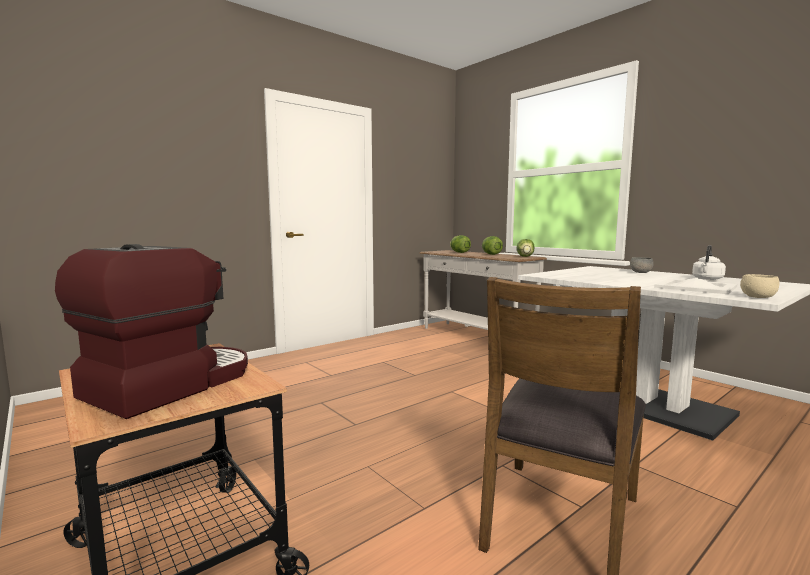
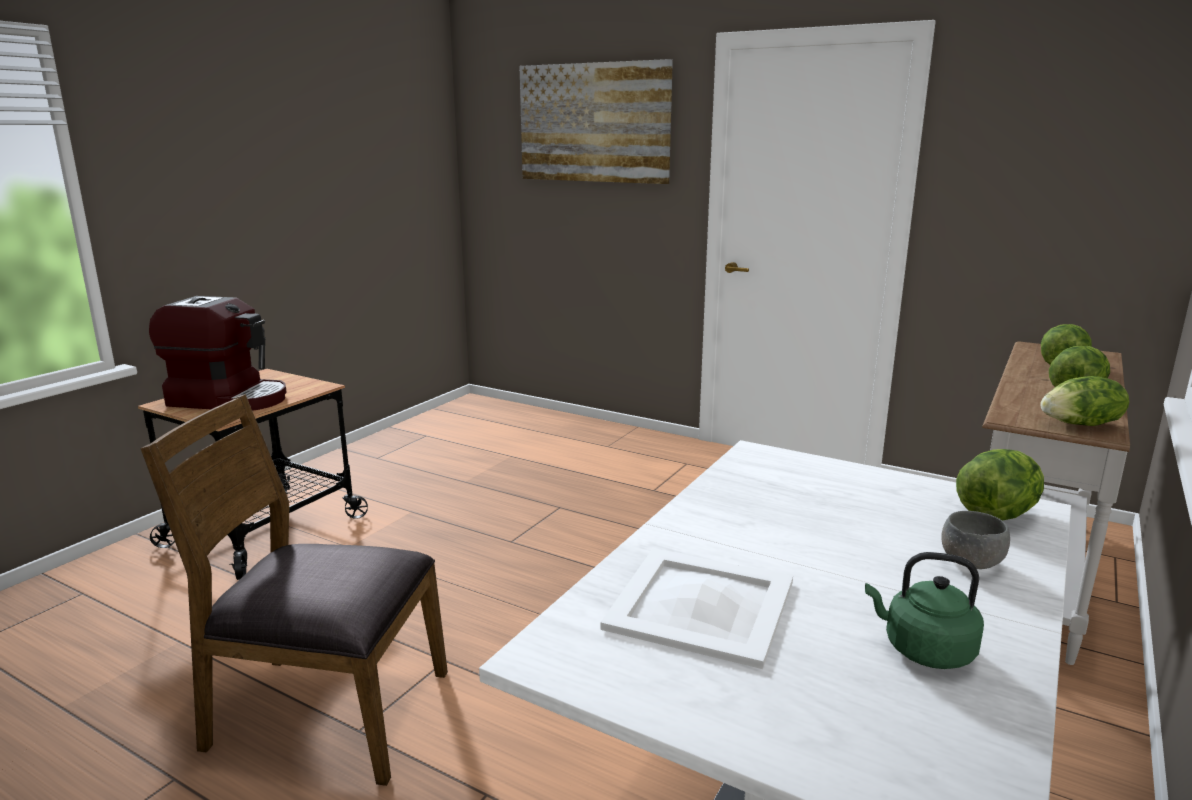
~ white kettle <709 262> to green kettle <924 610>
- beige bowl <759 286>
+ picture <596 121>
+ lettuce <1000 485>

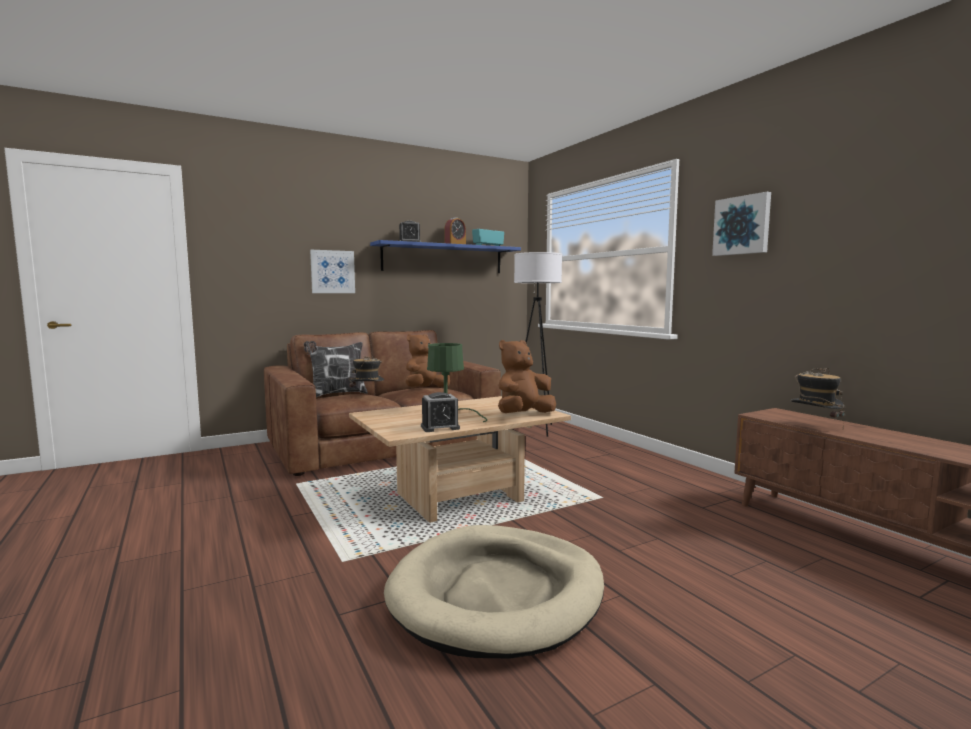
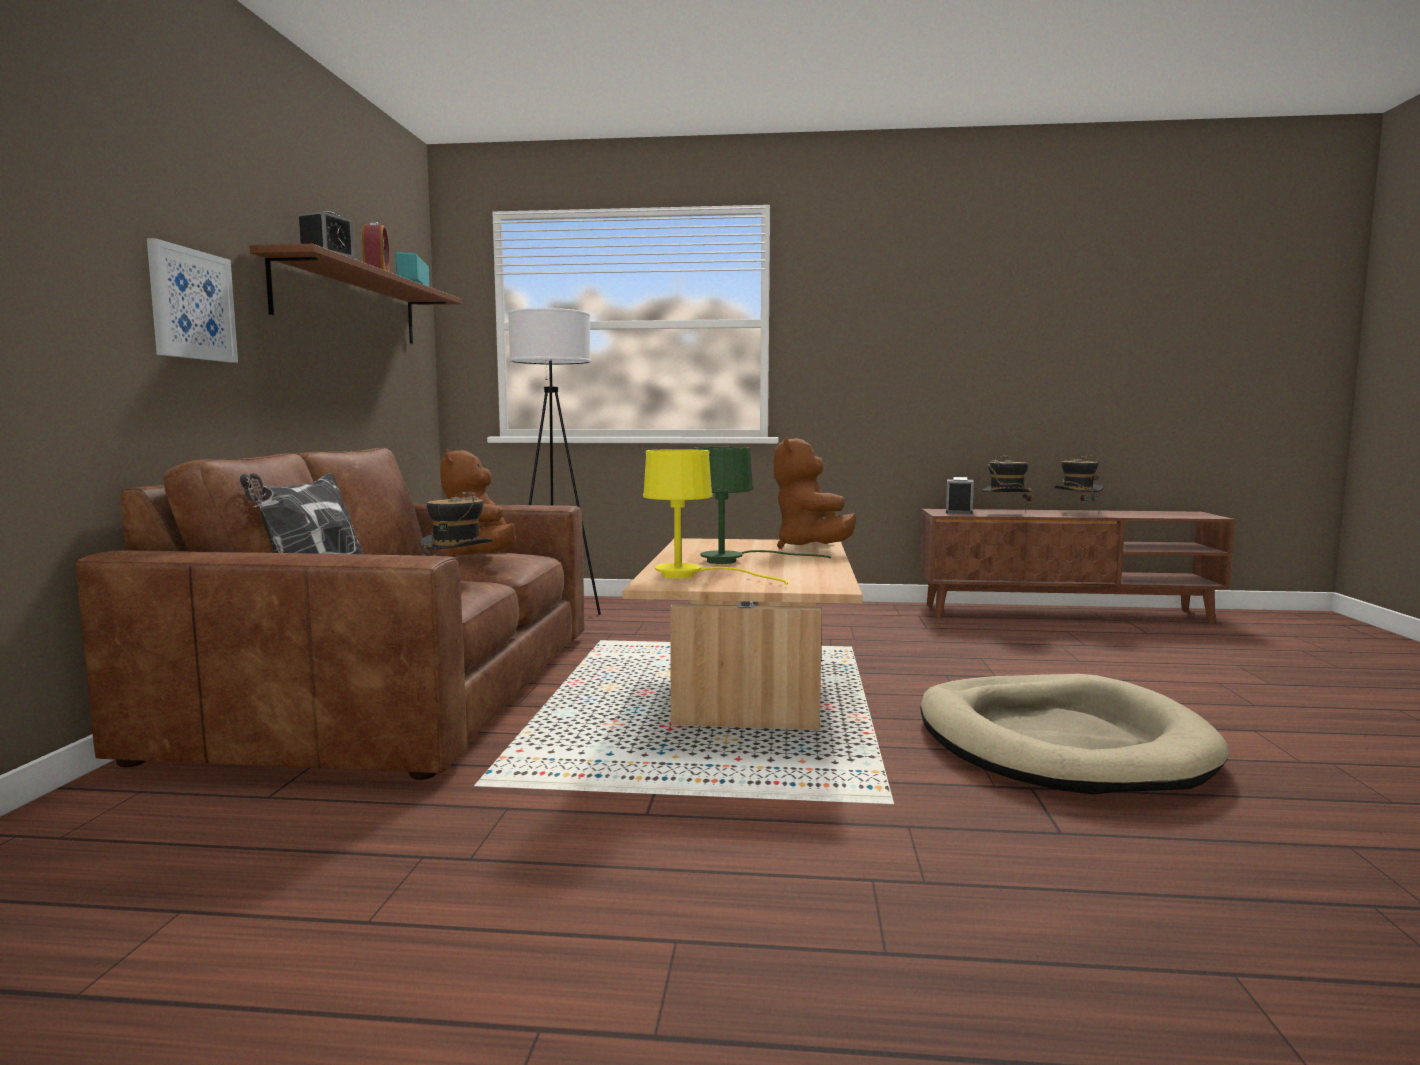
- picture <741 224>
~ blue shelf <445 256> to brown shelf <356 294>
~ alarm clock <440 412> to <960 495>
+ yellow table lamp <715 517>
+ hat <1078 485>

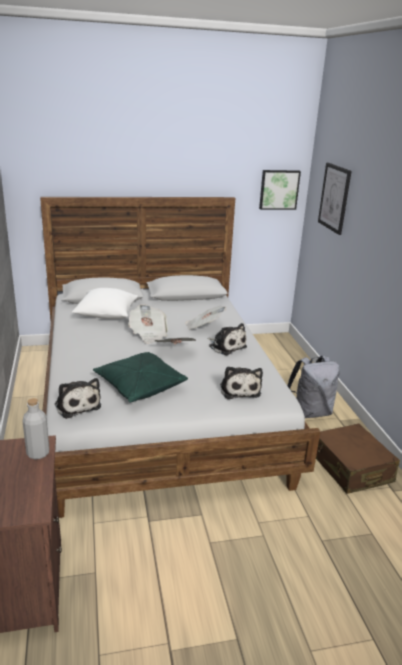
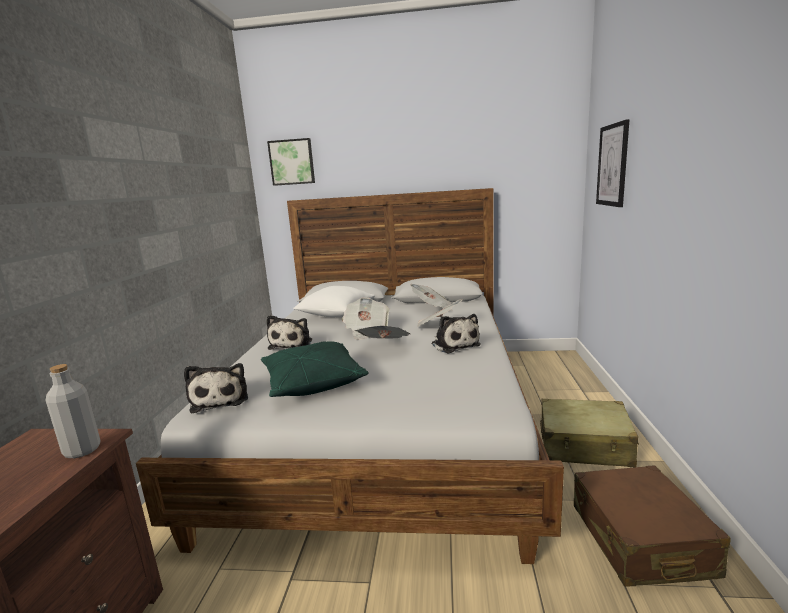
~ picture <280 190> to <291 162>
~ grey backpack <313 386> to beige suitcase <589 433>
~ plush toy <241 383> to <289 332>
+ newspaper <431 297>

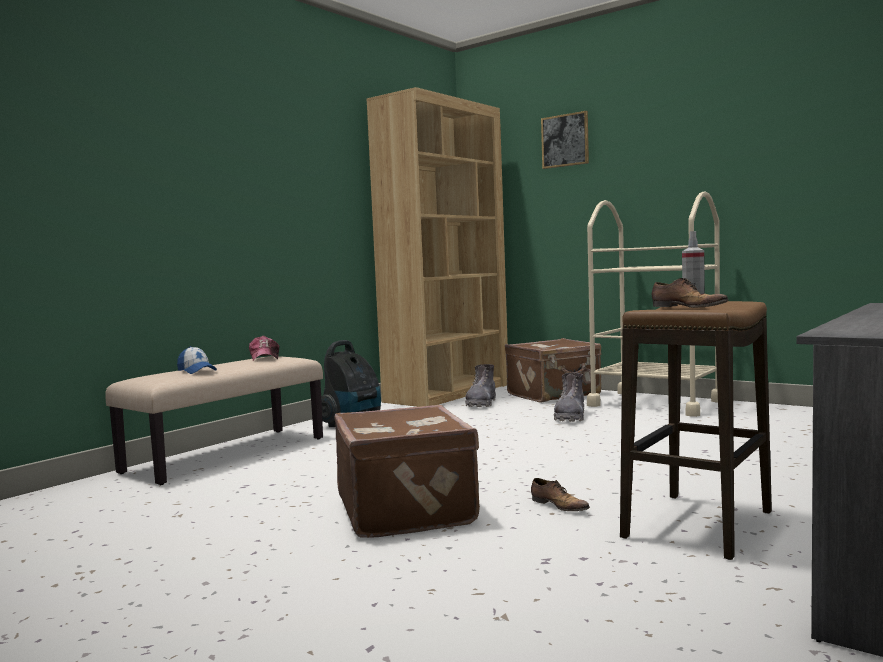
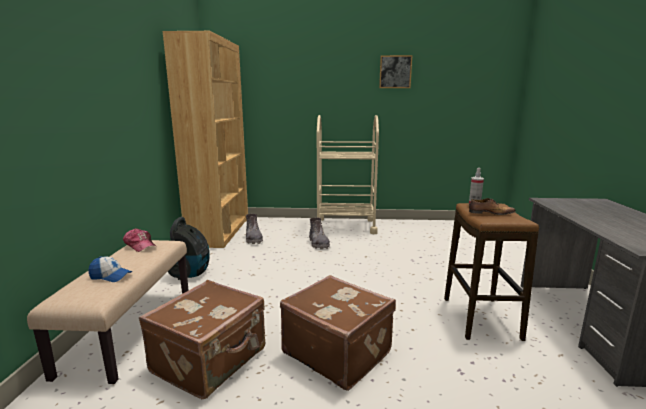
~ picture <565 140> to <395 71>
~ brown suitcase <553 370> to <202 339>
- shoe <560 494>

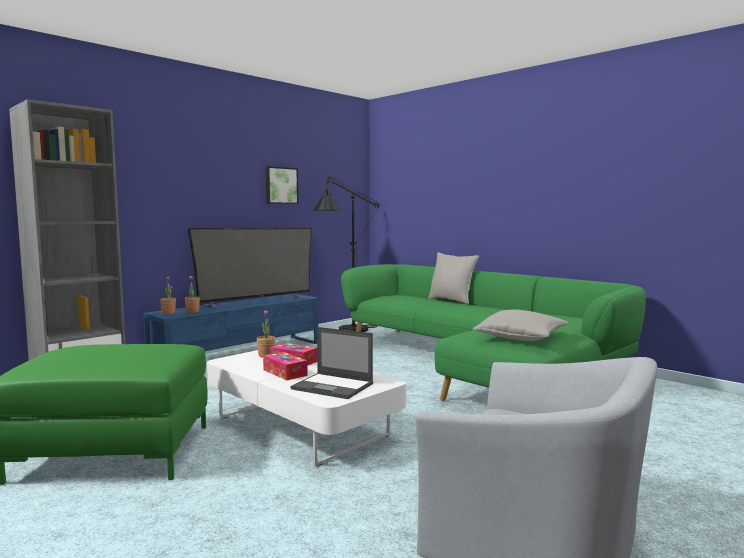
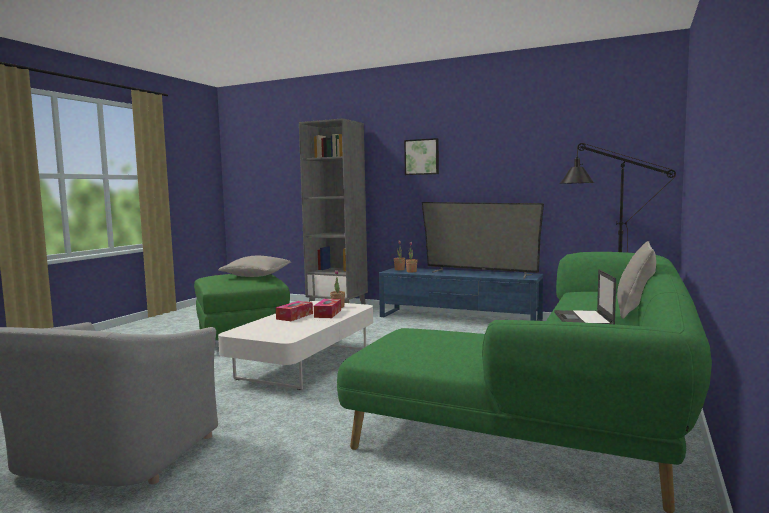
~ picture <282 185> to <421 156>
~ grey pillow <521 325> to <254 266>
~ laptop <332 363> to <585 296>

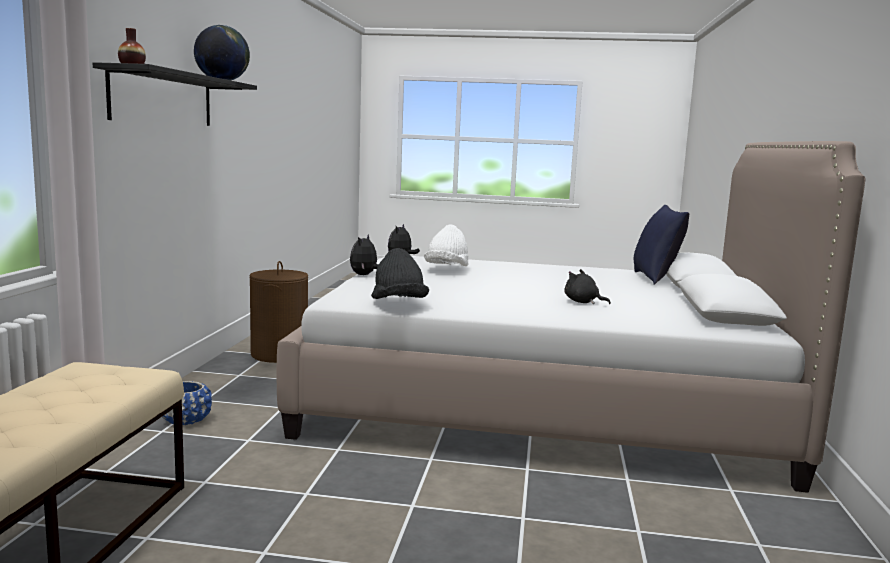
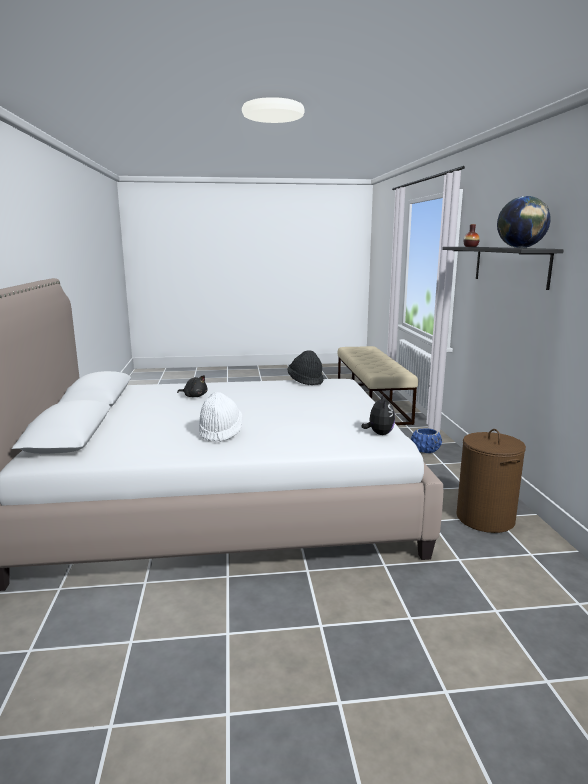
- blue pillow <661 245>
~ white hat <446 245> to <220 417>
- plush toy <364 255>

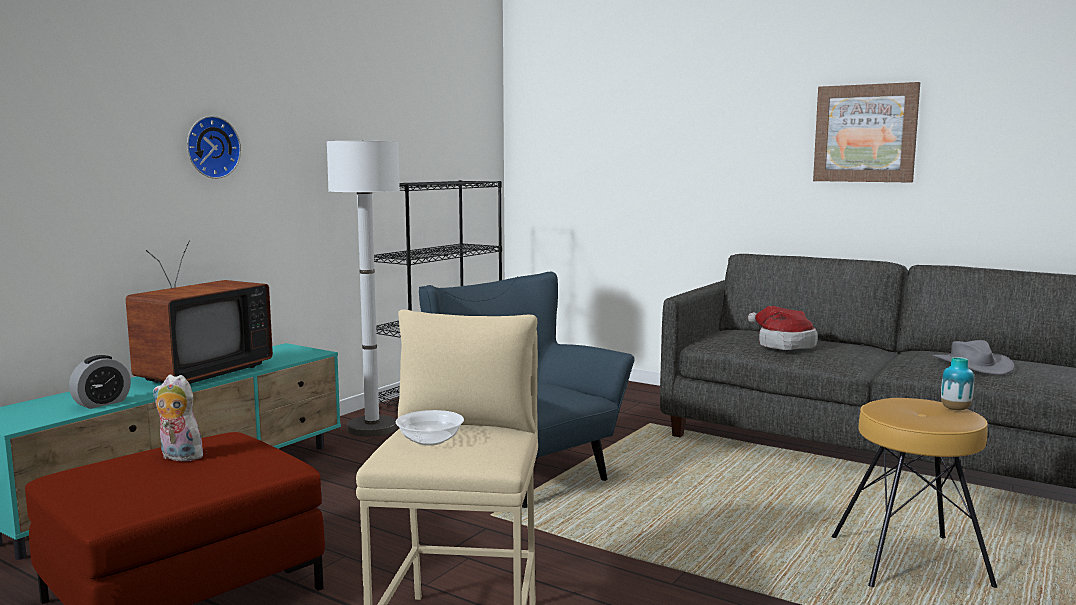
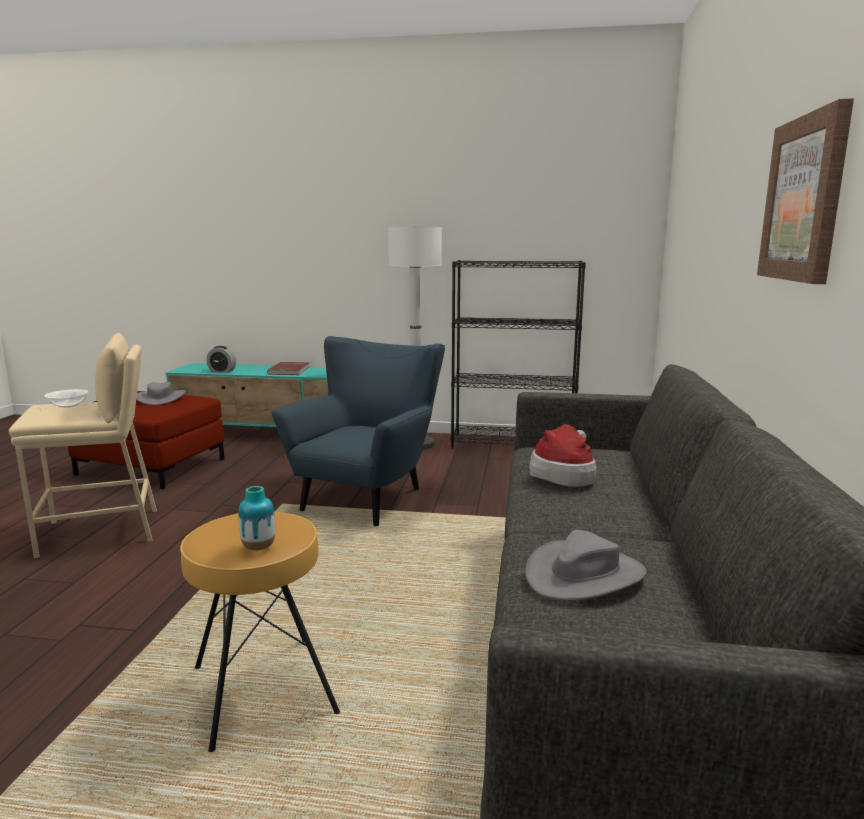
- wall clock <214 147>
~ television <199 312> to red book <288 368>
~ plush toy <179 418> to grey hat <161 393>

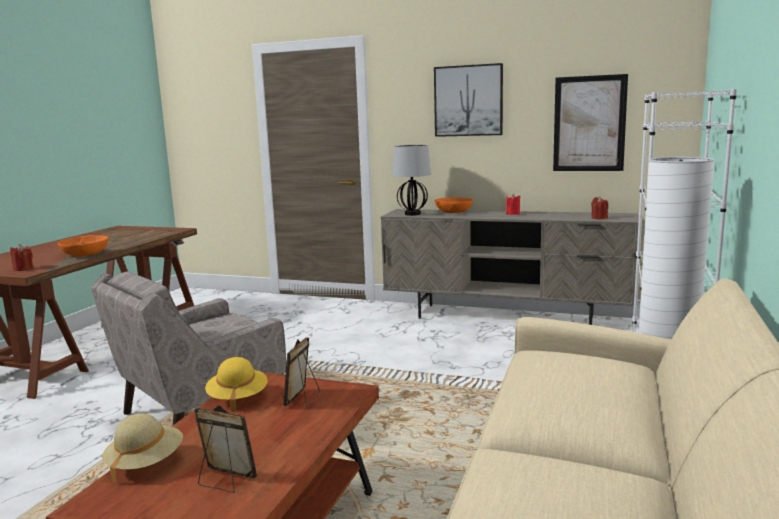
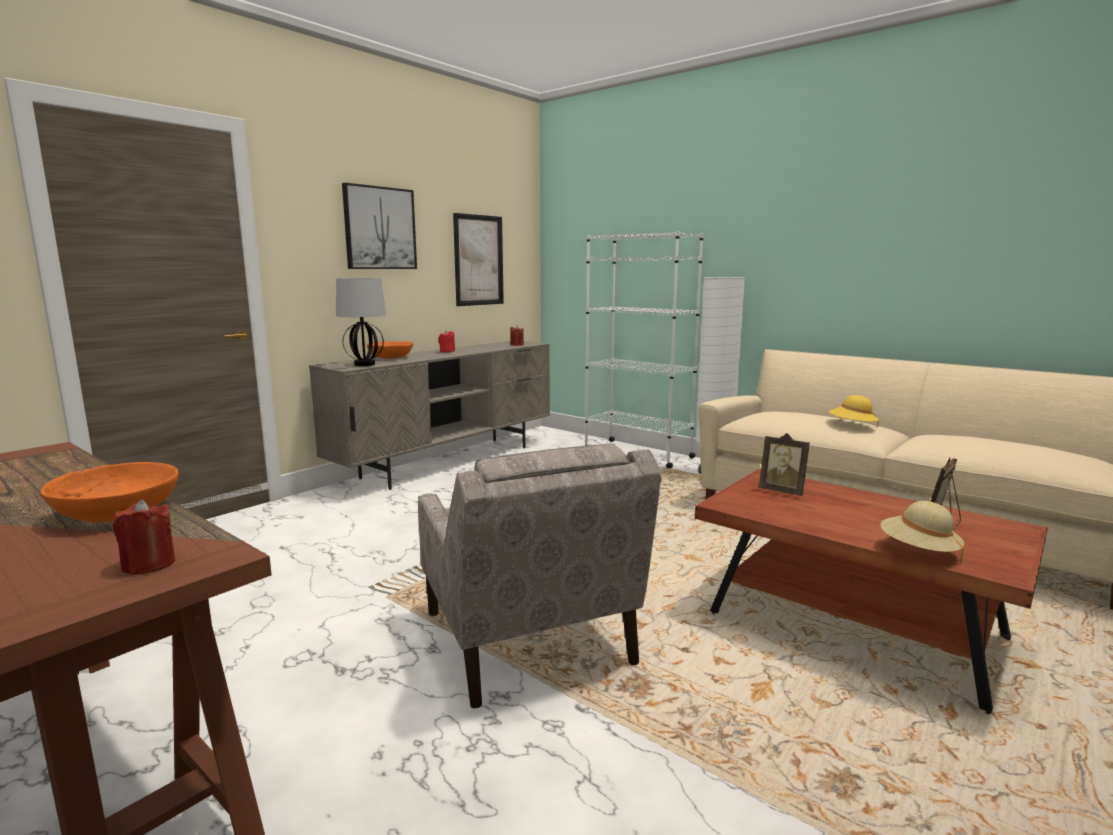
~ yellow hat <236 384> to <854 411>

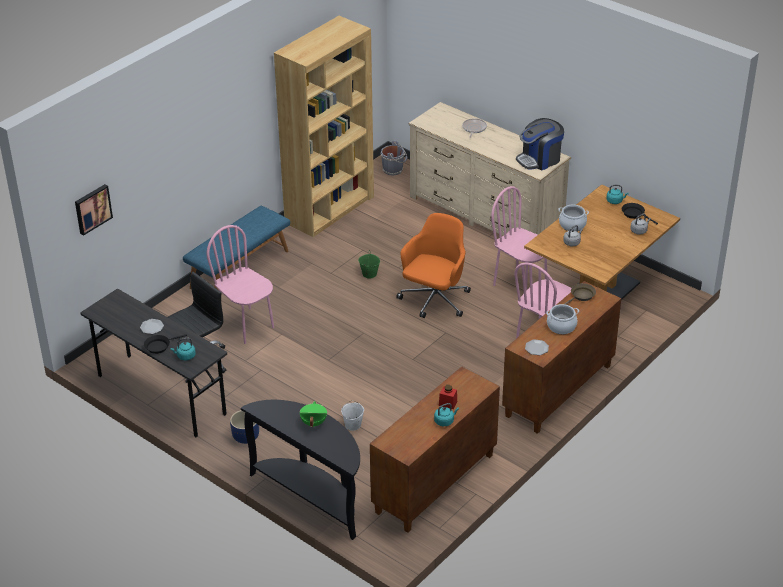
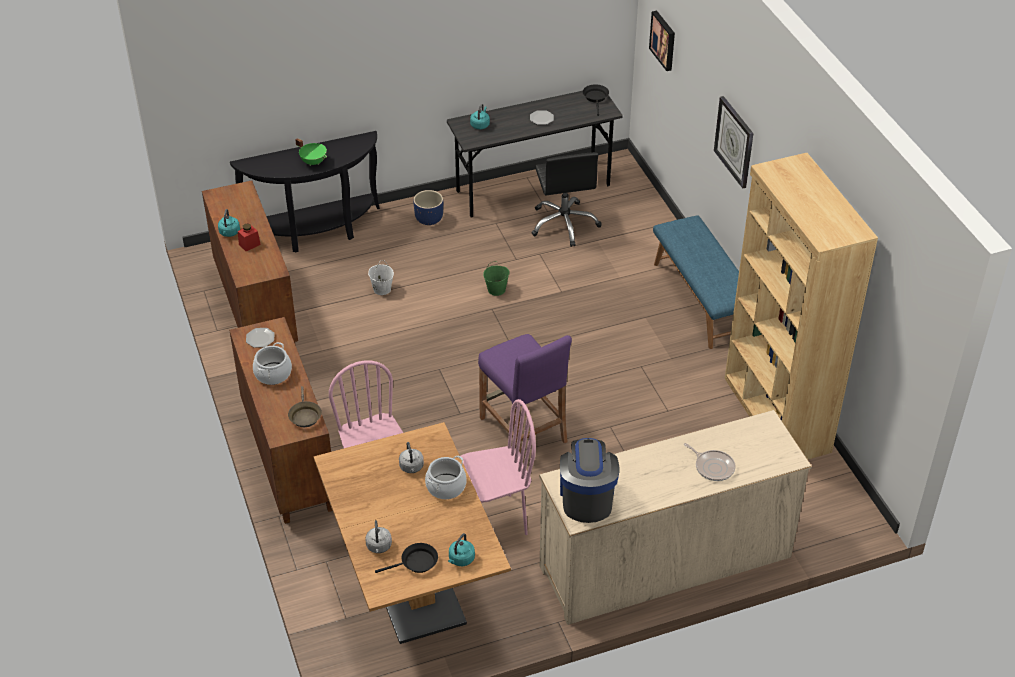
- grey bucket <394 158>
~ orange office chair <433 265> to purple stool <525 394>
- pink chair <240 284>
~ green bucket <369 265> to <496 279>
~ black frying pan <165 344> to <596 100>
+ wall clock <734 142>

